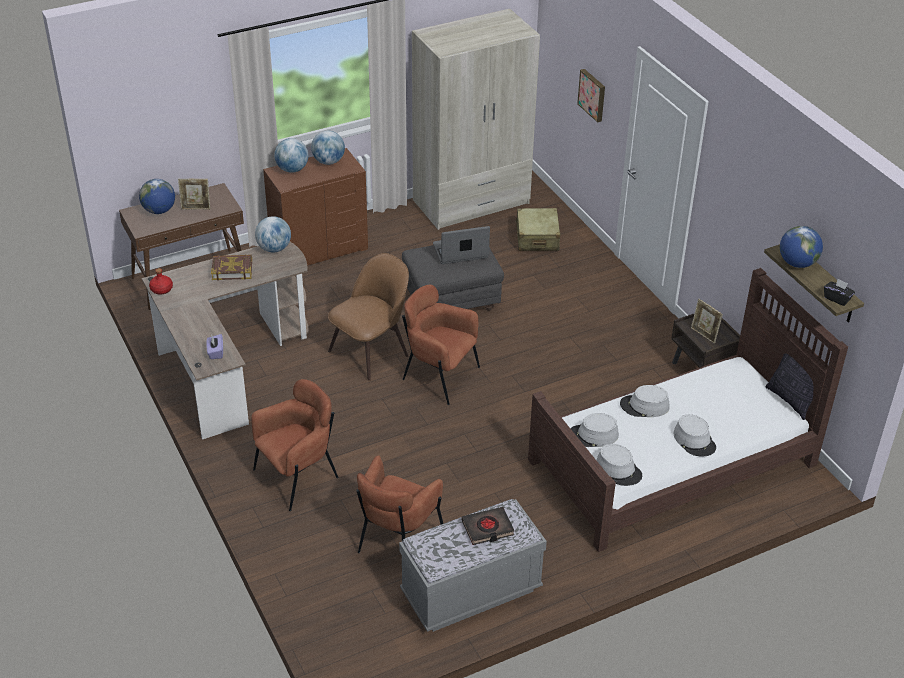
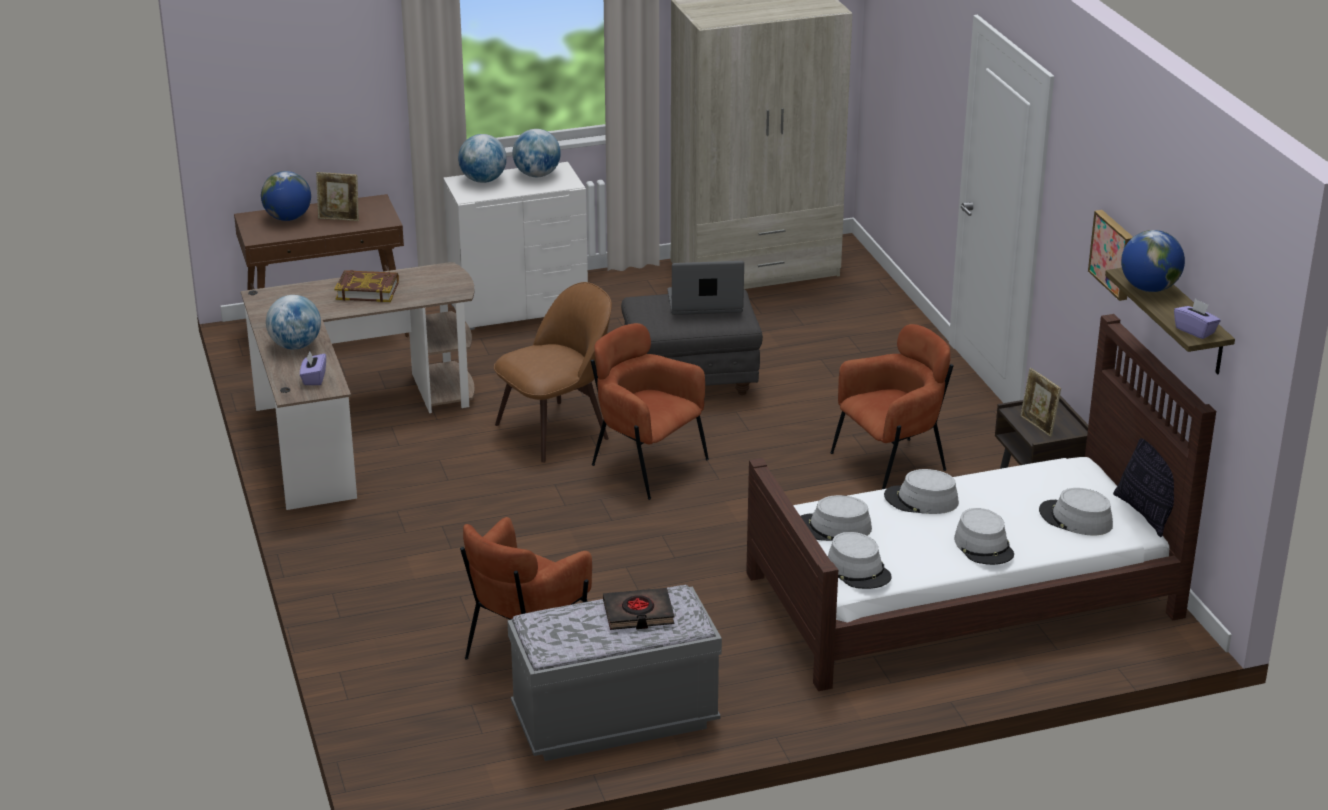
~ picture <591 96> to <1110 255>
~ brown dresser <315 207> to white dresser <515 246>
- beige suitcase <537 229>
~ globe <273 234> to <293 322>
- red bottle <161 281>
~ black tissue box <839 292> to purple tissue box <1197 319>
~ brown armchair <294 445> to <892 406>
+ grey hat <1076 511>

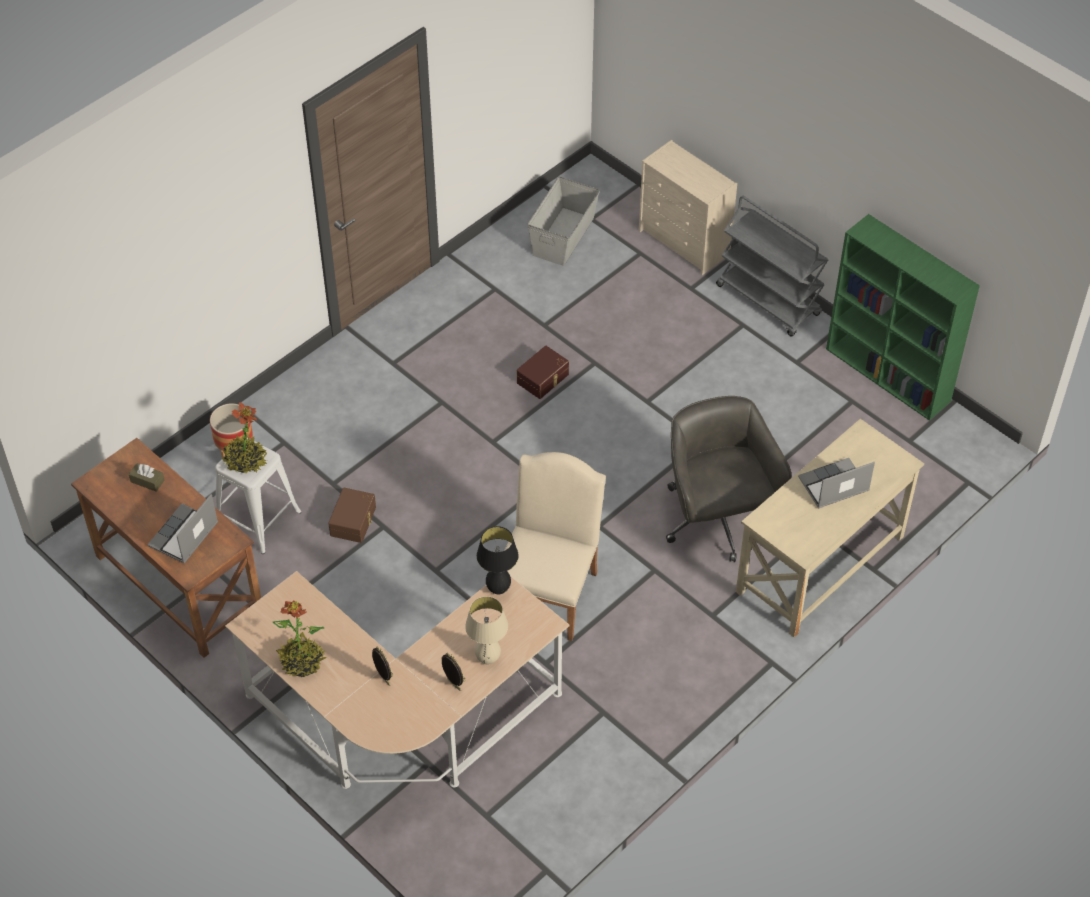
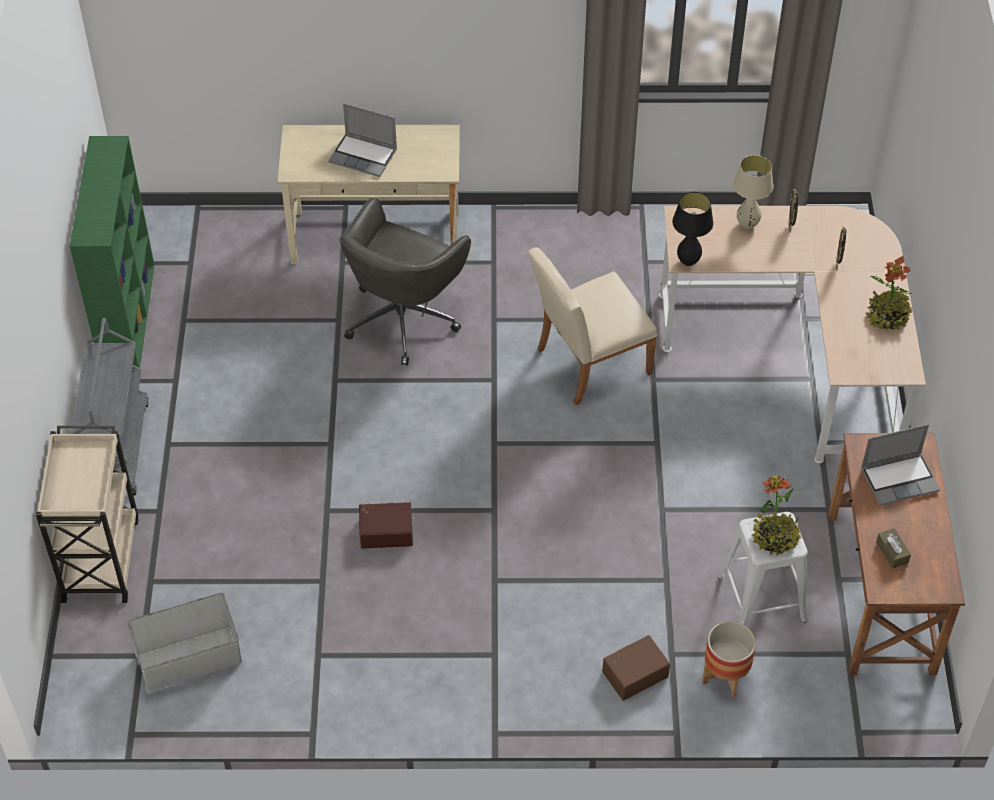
~ beige dresser <688 207> to beige cart <87 514>
~ brown storage box <352 515> to <636 668>

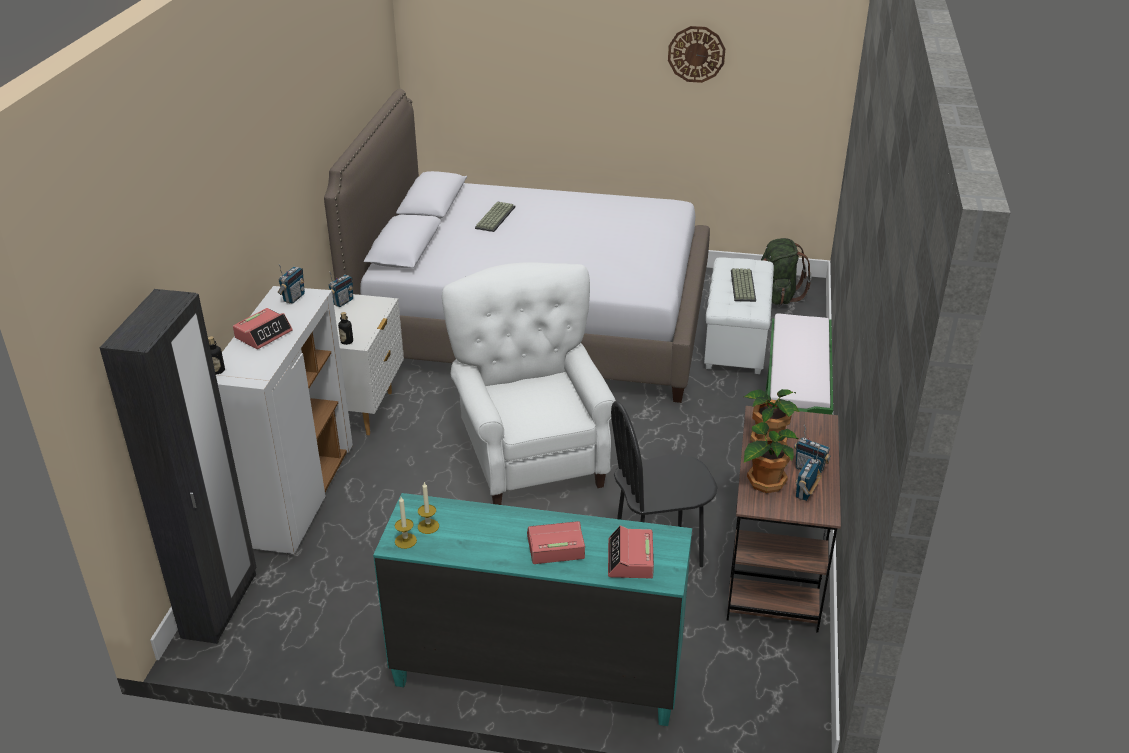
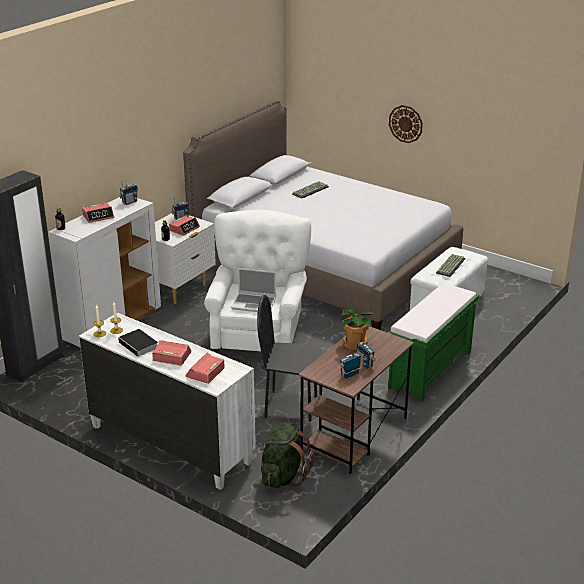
~ wall clock <696 54> to <406 124>
~ green backpack <786 271> to <287 455>
- potted plant <771 457>
~ turquoise dresser <532 609> to white dresser <167 401>
+ alarm clock <184 226>
+ laptop <253 290>
+ book <138 344>

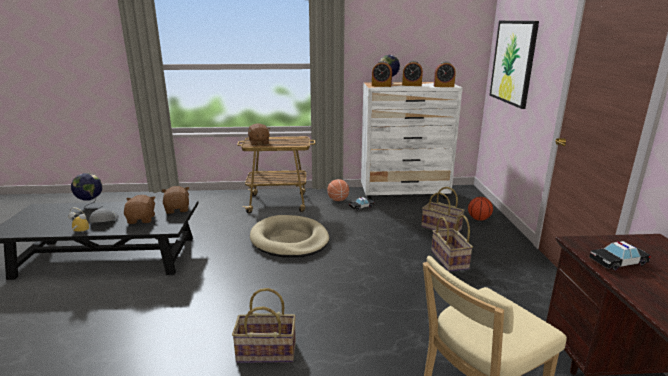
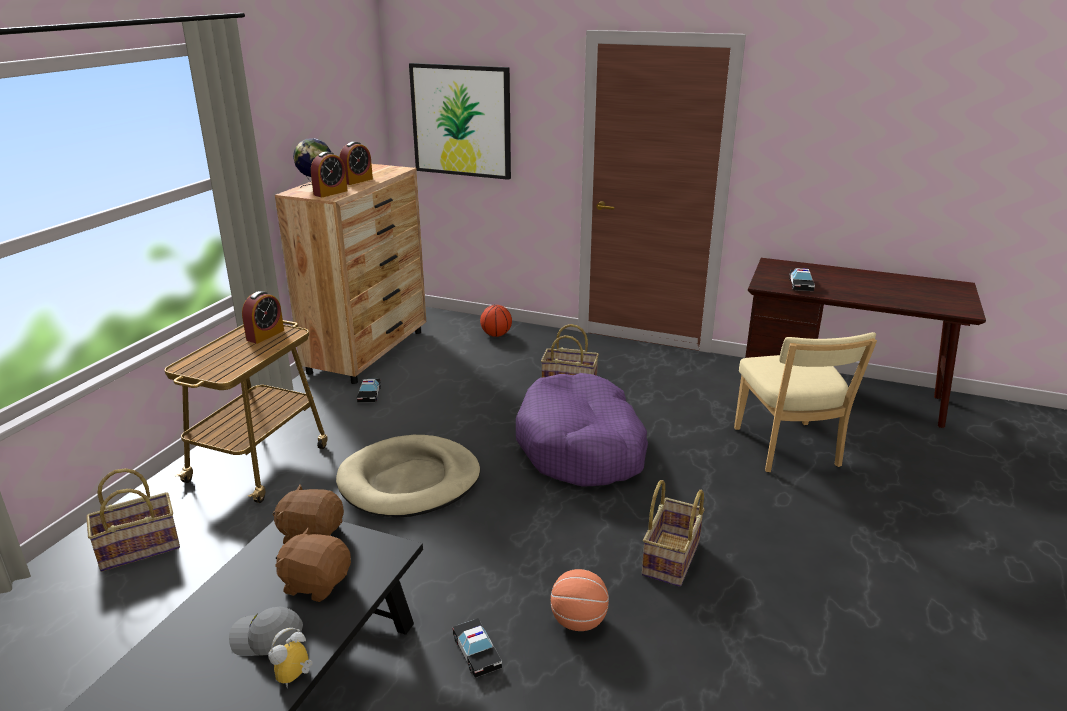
~ alarm clock <445 74> to <263 317>
~ white dresser <411 141> to brown dresser <350 274>
- brown plush toy <259 134>
- globe <87 191>
~ basketball <338 190> to <580 600>
~ basket <443 209> to <133 520>
+ purple dog bed <582 430>
+ toy car <477 648>

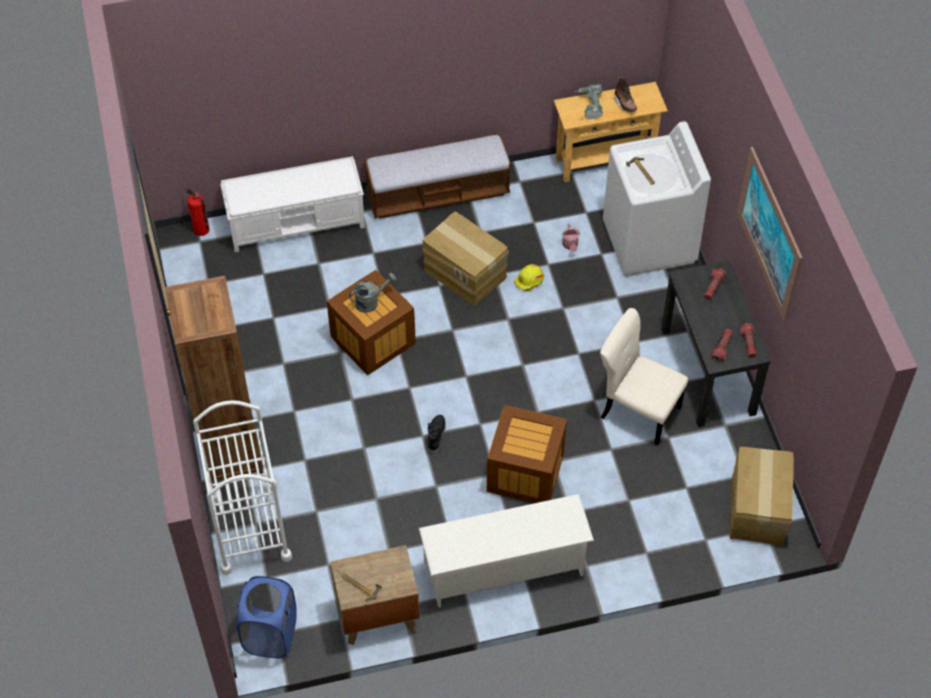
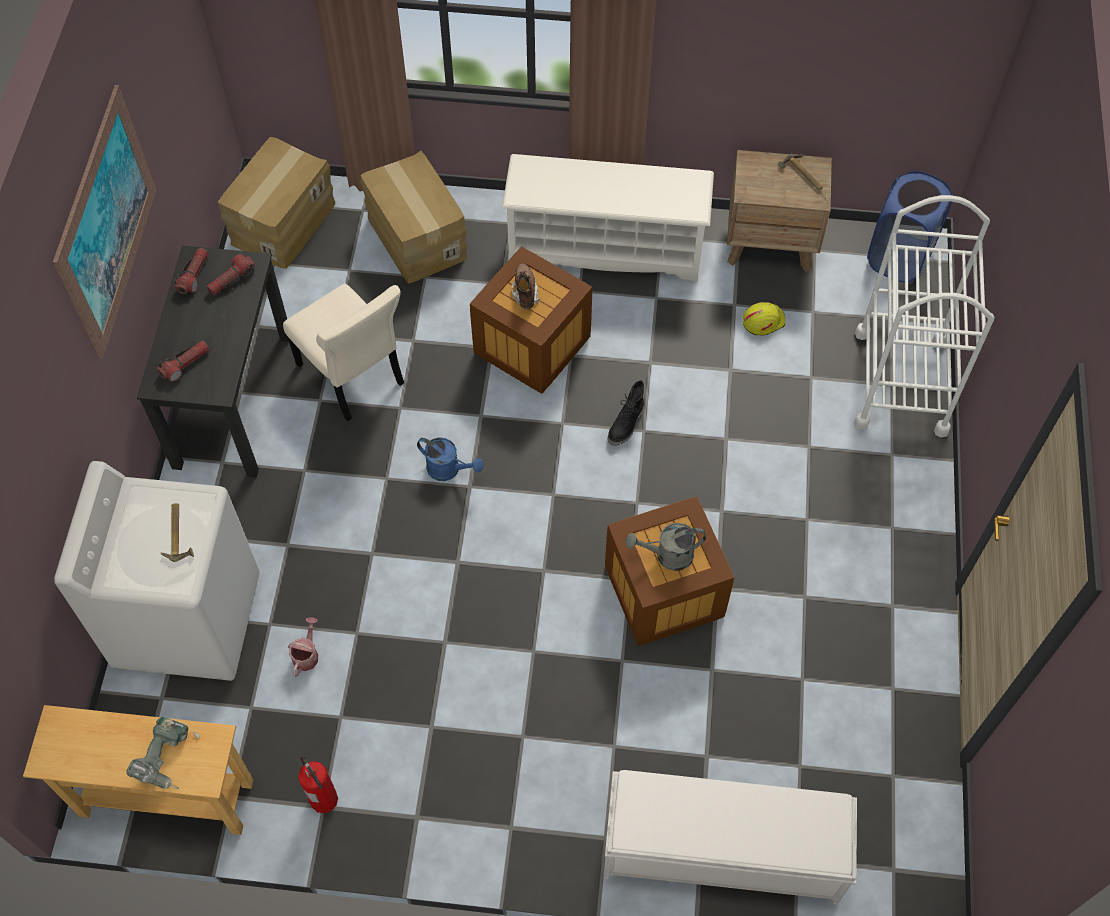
~ brown boot <625 94> to <525 286>
- bench <437 176>
~ fire extinguisher <197 211> to <318 784>
~ cardboard box <465 259> to <413 217>
~ yellow hard hat <529 278> to <764 318>
- brown bookcase <214 380>
+ blue watering can <450 459>

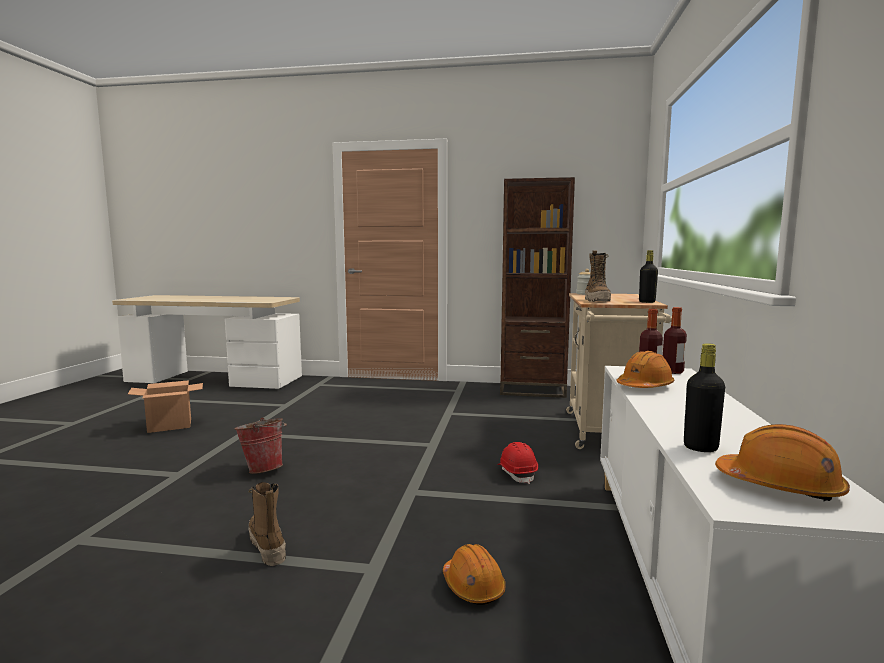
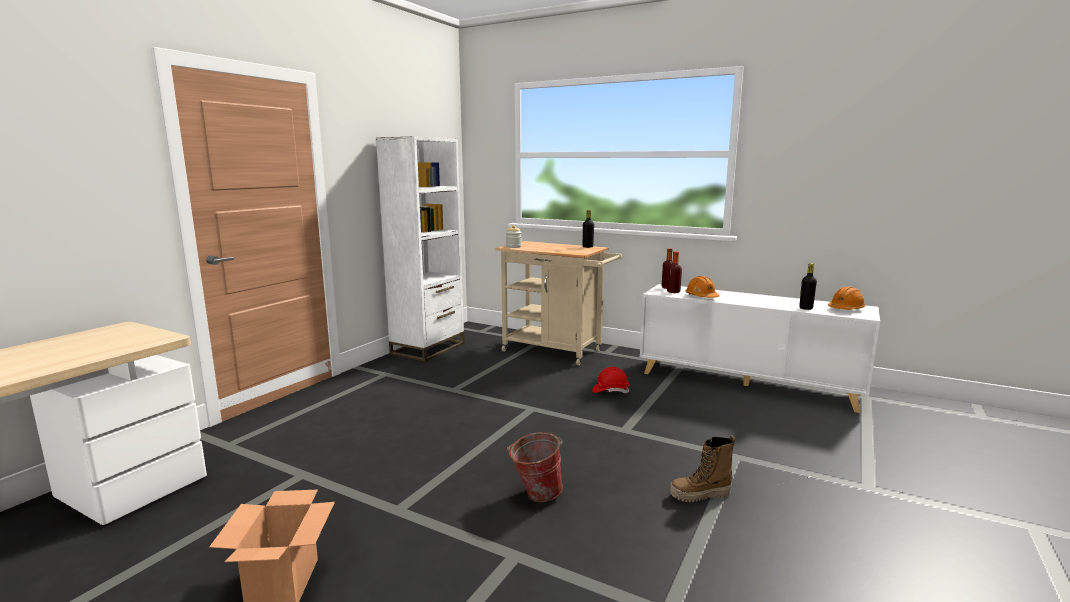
~ brown bookcase <537 287> to white bookcase <420 249>
- boot <598 276>
- orange hard hat <474 574>

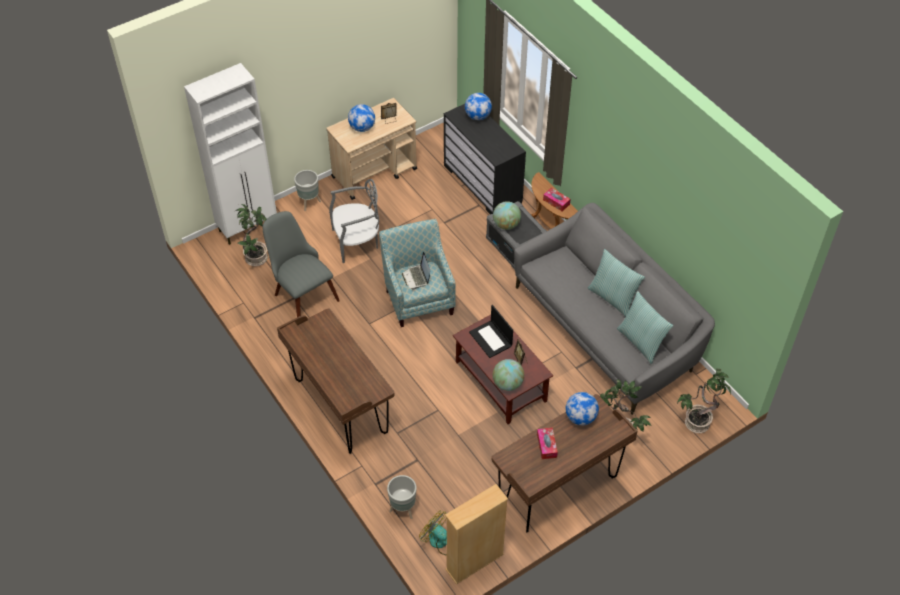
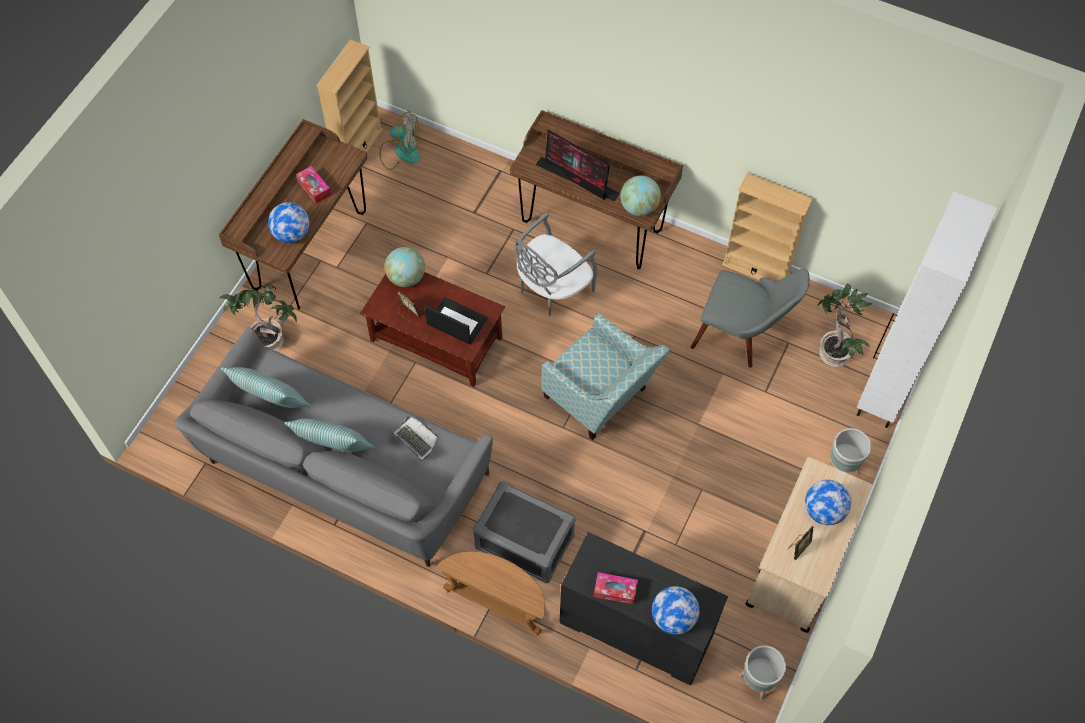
~ grey chair <354 221> to <556 264>
~ tissue box <557 199> to <616 588>
~ globe <507 215> to <640 195>
~ laptop <416 271> to <415 439>
- potted plant <704 401>
~ grey planter <402 497> to <762 672>
+ monitor <578 166>
+ beige bookcase <767 227>

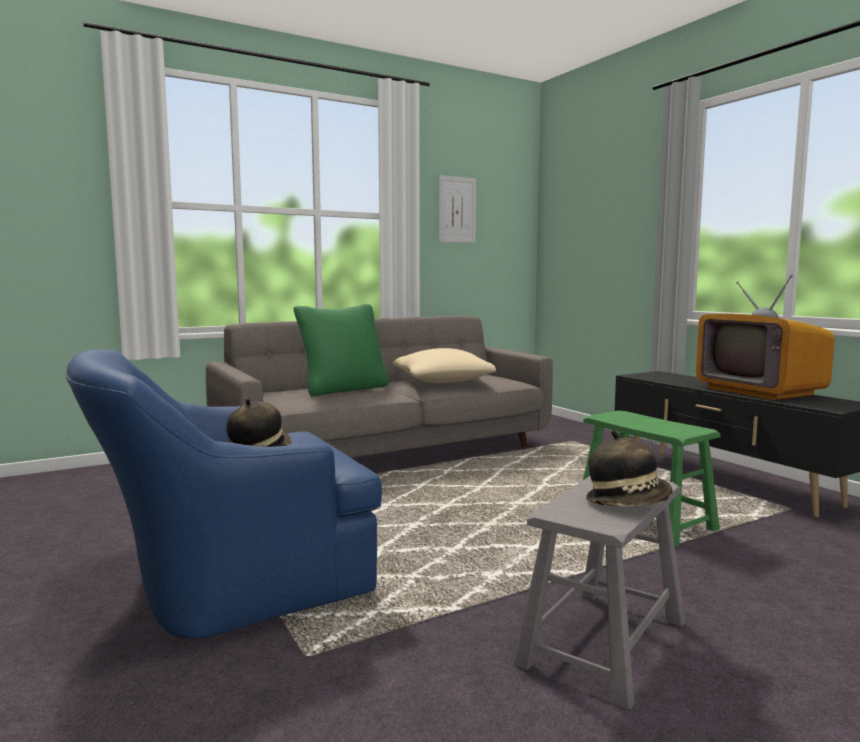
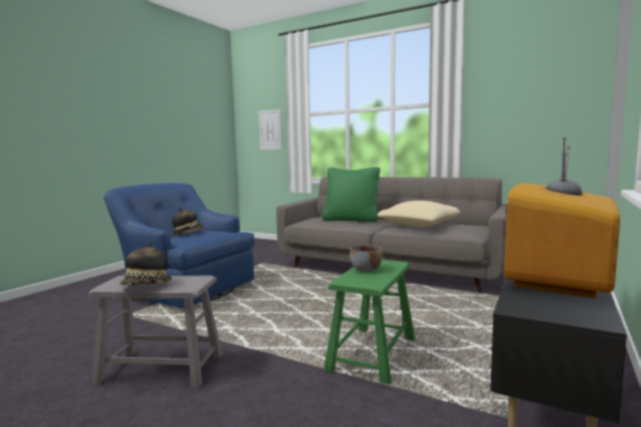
~ picture <457 209> to <270 129>
+ grey bowl <366 258>

